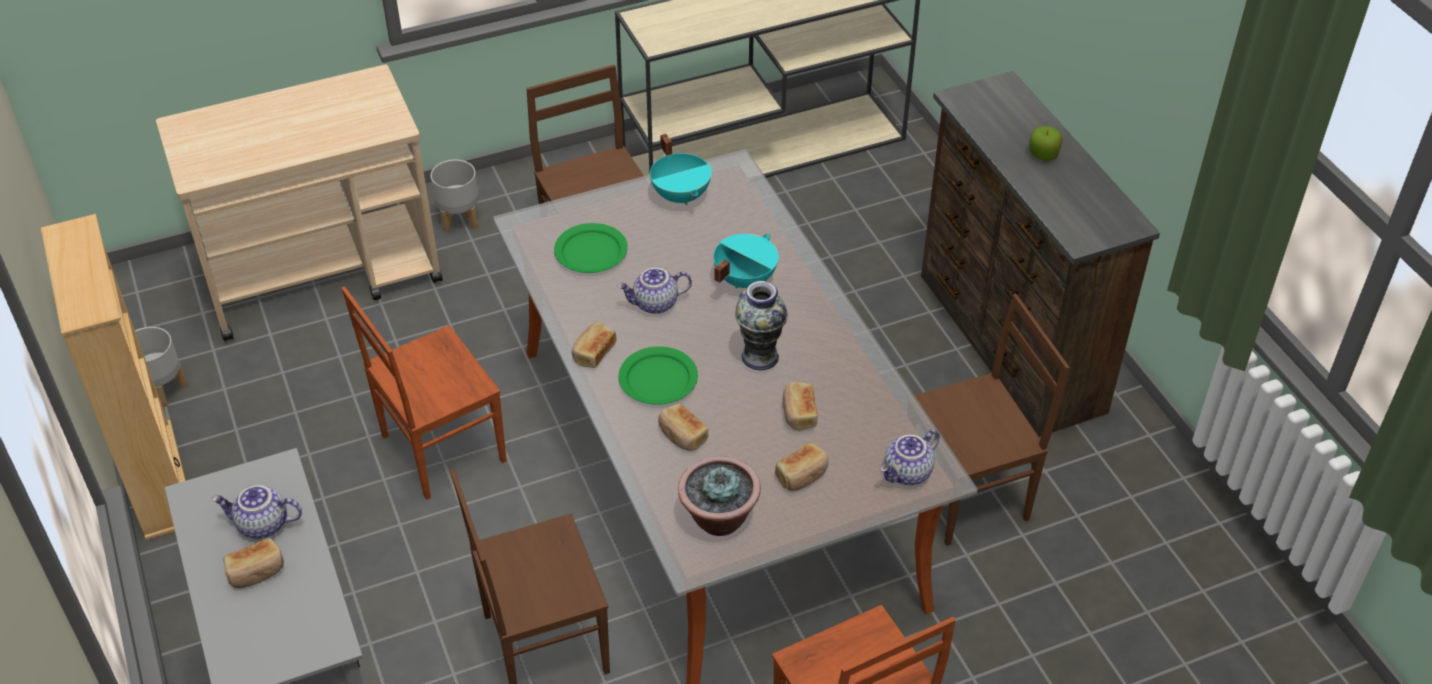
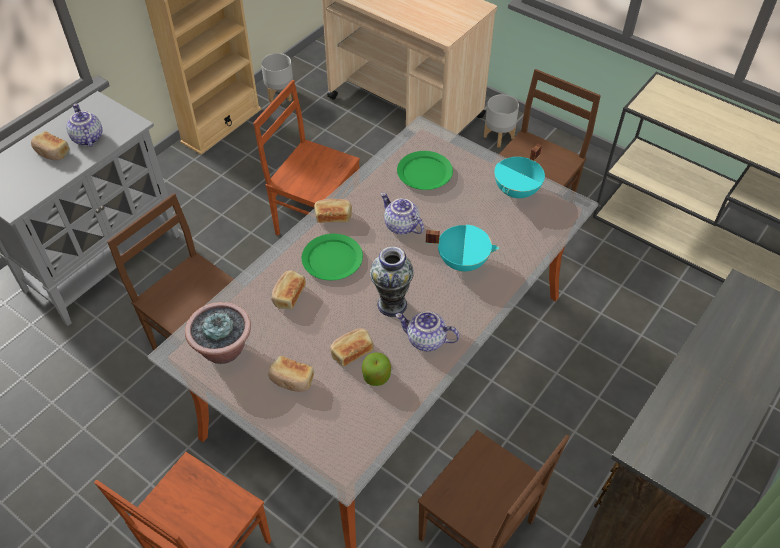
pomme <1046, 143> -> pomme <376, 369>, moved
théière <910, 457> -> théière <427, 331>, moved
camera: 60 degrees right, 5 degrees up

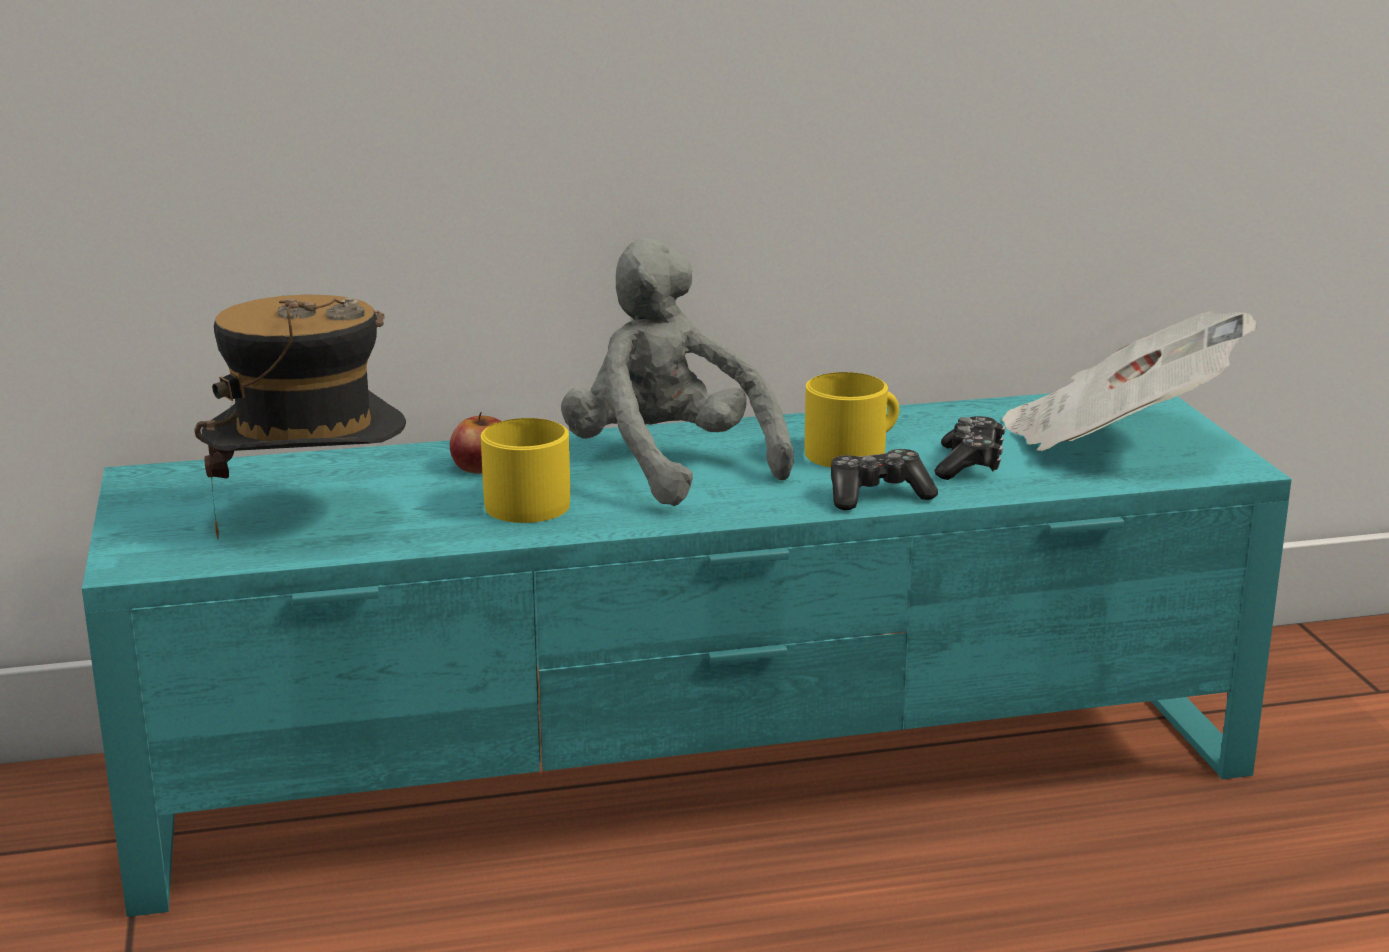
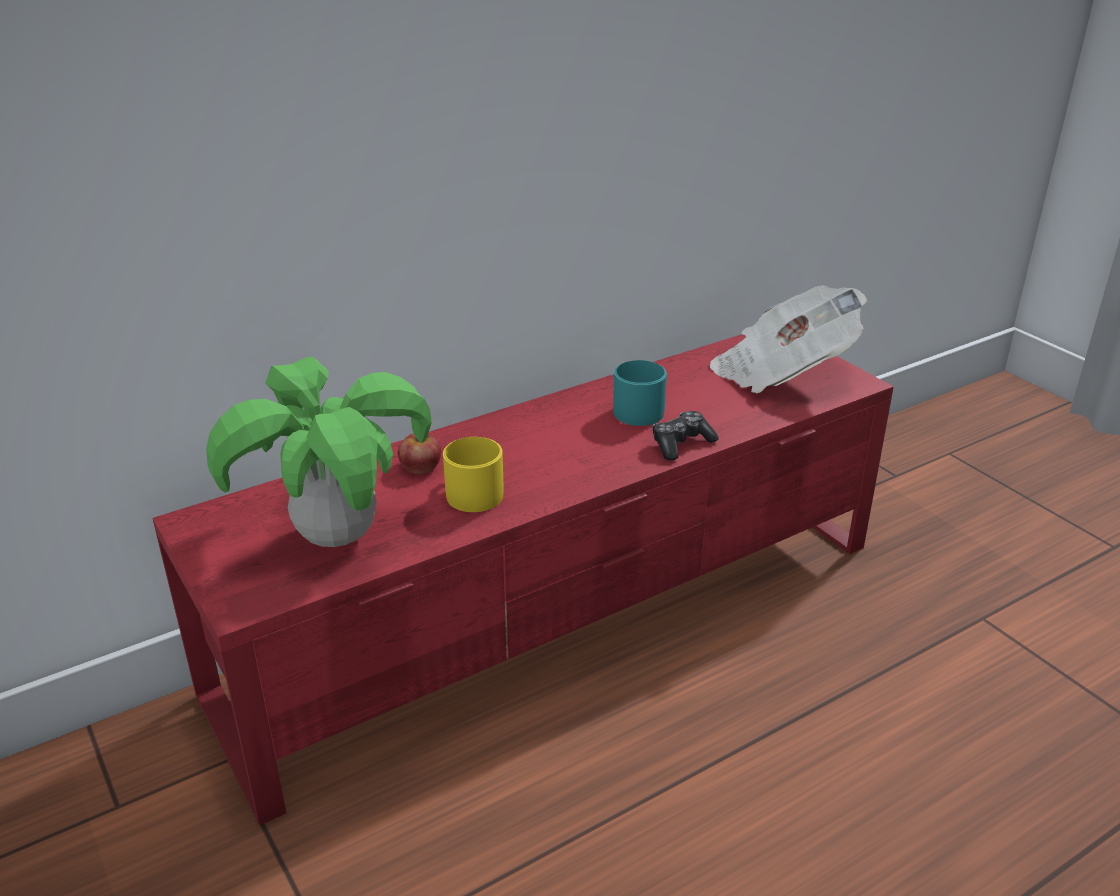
peluche [gris] <677, 372> -> none
chapeau <300, 416> -> plante en pot <319, 452>
mug [jaune] <852, 420> -> mug [turquoise] <640, 393>
meuble télé [turquoise] <687, 655> -> meuble télé [rouge] <523, 579>
manette <970, 448> -> none
camera: 20 degrees left, 10 degrees up

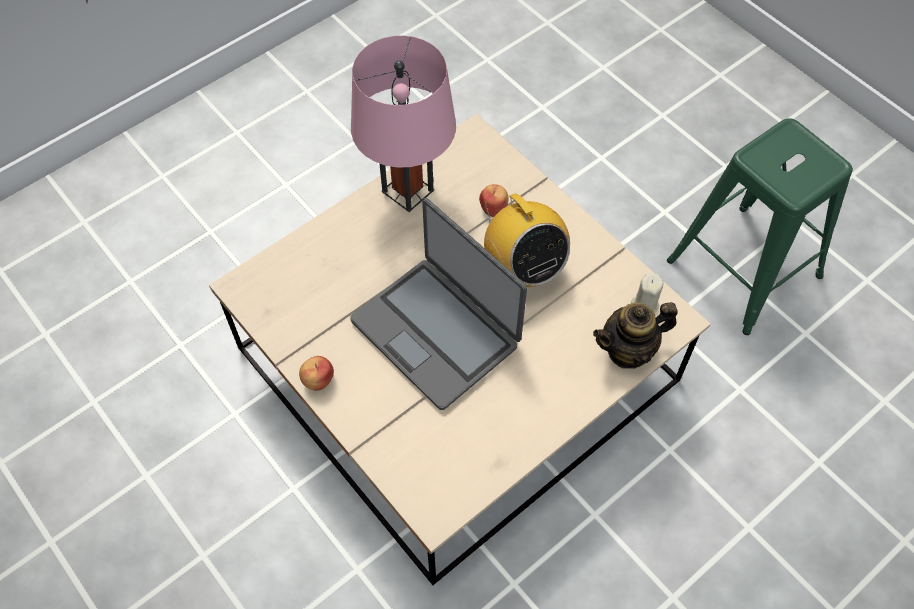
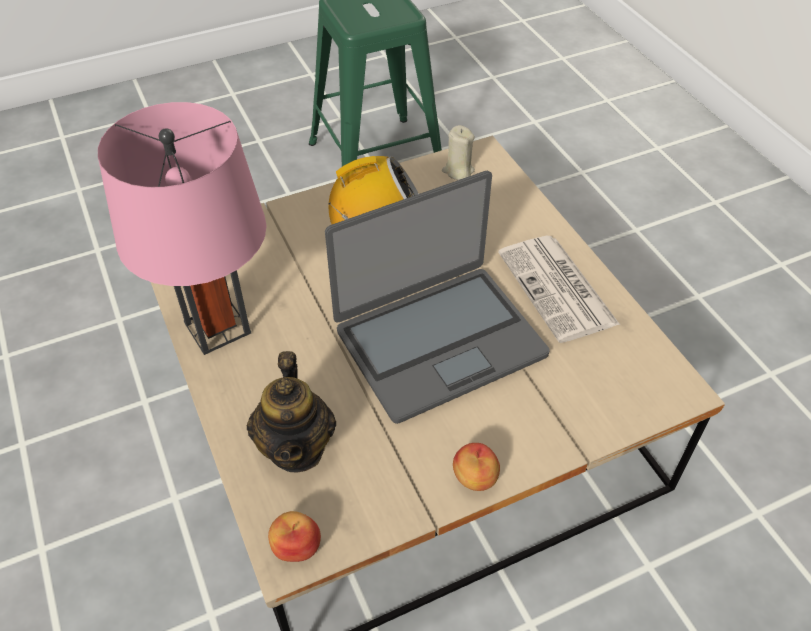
pomme <493, 200> -> pomme <294, 536>, moved
théière <635, 335> -> théière <291, 412>, moved
none -> journal <559, 289>
camera: 75 degrees left, 10 degrees down

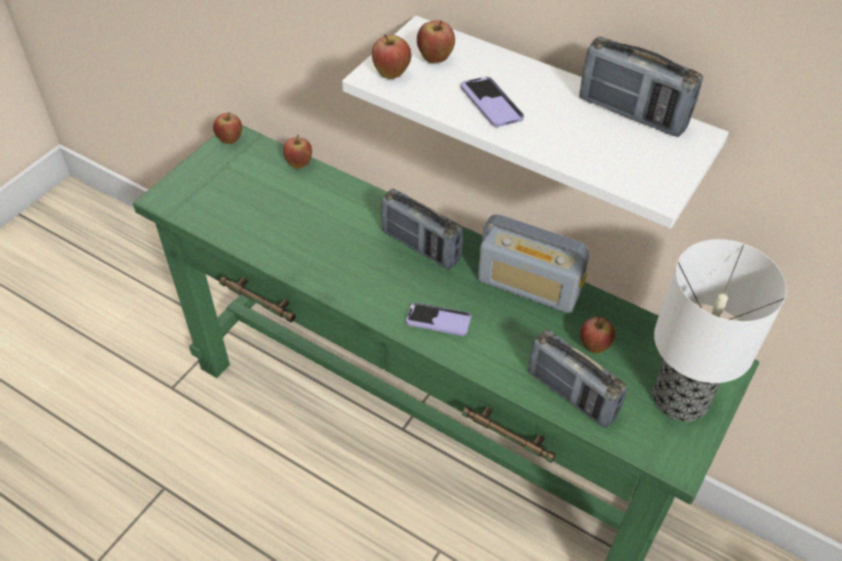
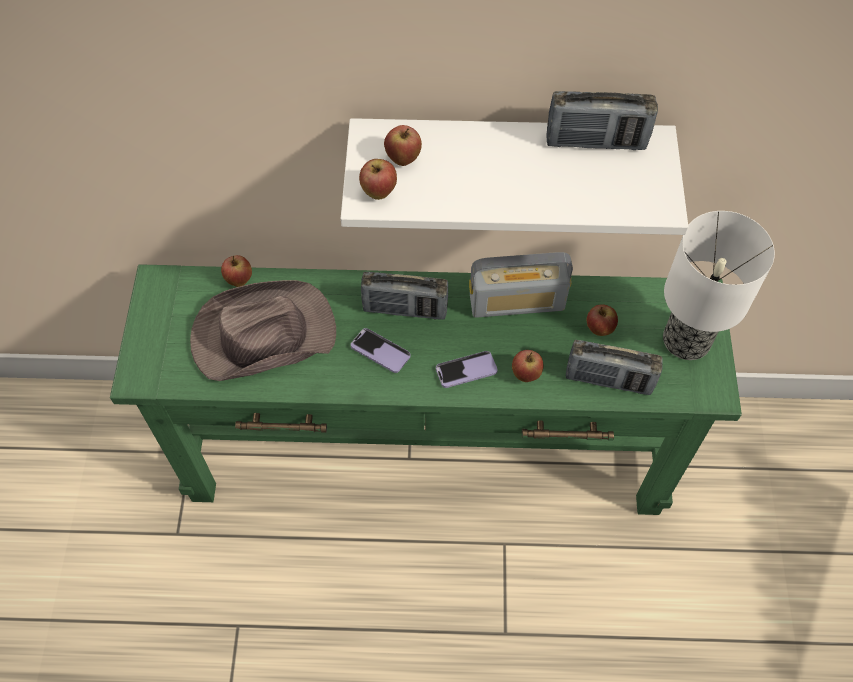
téléphone <492, 101> -> téléphone <381, 350>, moved
pomme <227, 128> -> pomme <527, 366>, moved
none -> chapeau [marron] <263, 330>
camera: 30 degrees left, 10 degrees up

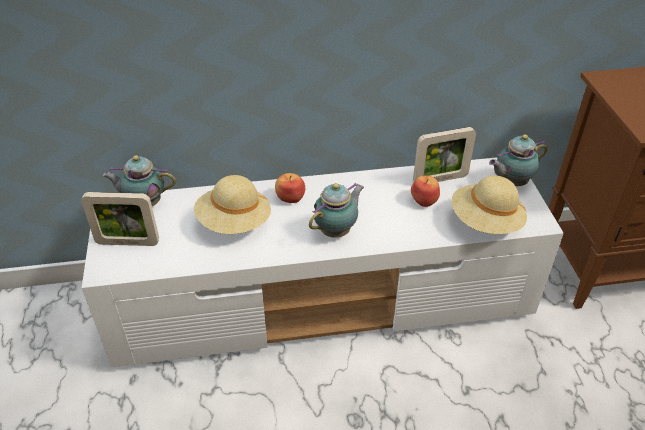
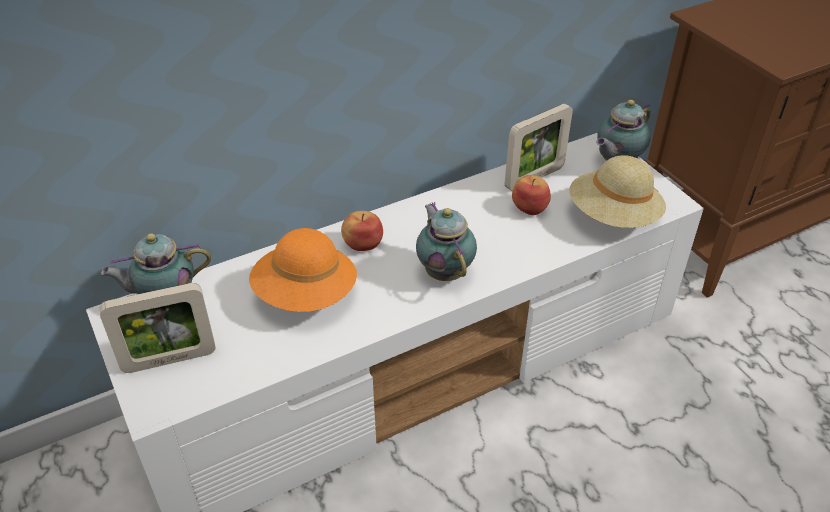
chapeau [beige] <232, 204> -> chapeau [orange] <303, 270>
théière <336, 210> -> théière <446, 241>, 45 degrees counterclockwise
camera: 20 degrees left, 0 degrees up

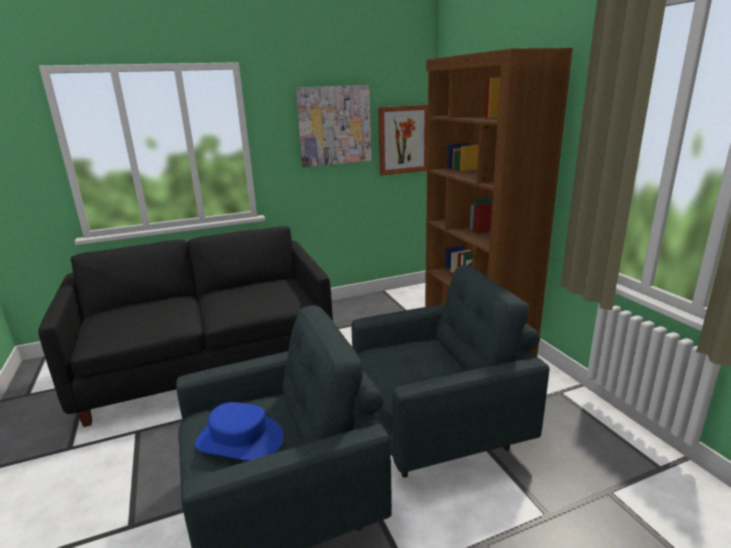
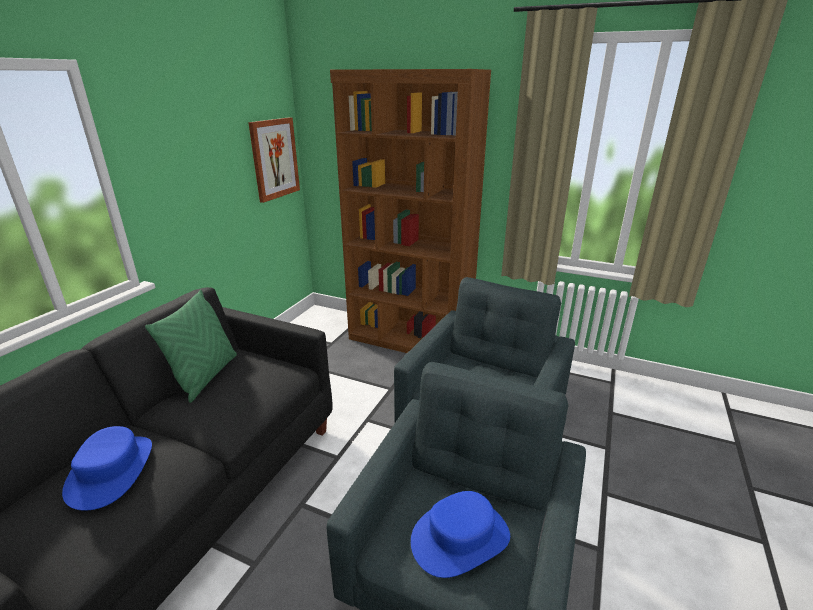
tableau <333, 126> -> none
none -> coussin [vert] <191, 346>
none -> chapeau [bleu] <107, 468>
camera: 45 degrees left, 5 degrees up

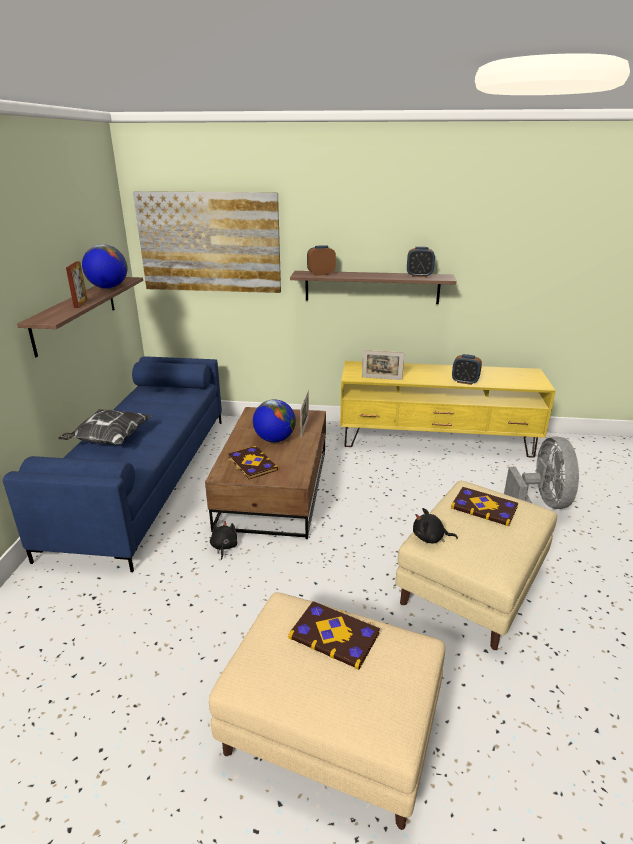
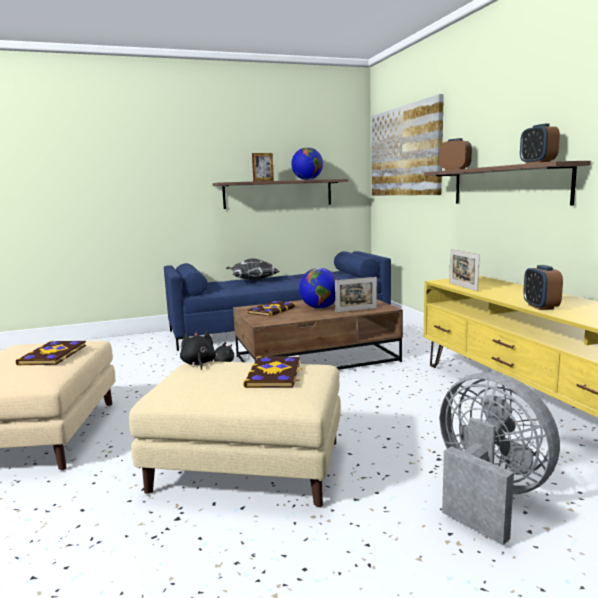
ventilateur [gris] <541, 472> -> ventilateur [gris] <499, 459>, 105 degrees counterclockwise
camera: 65 degrees right, 15 degrees down

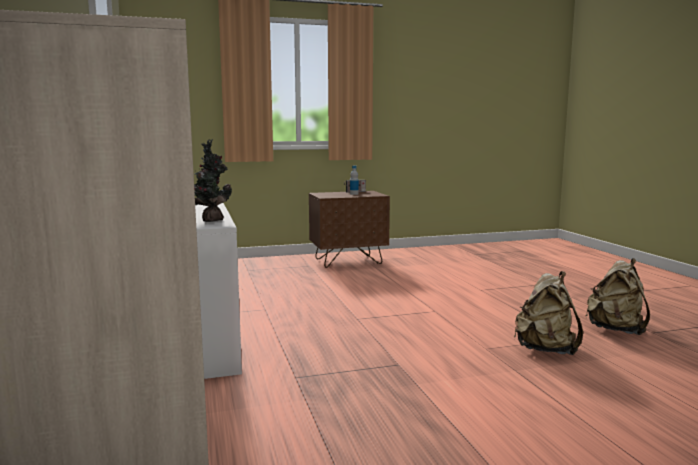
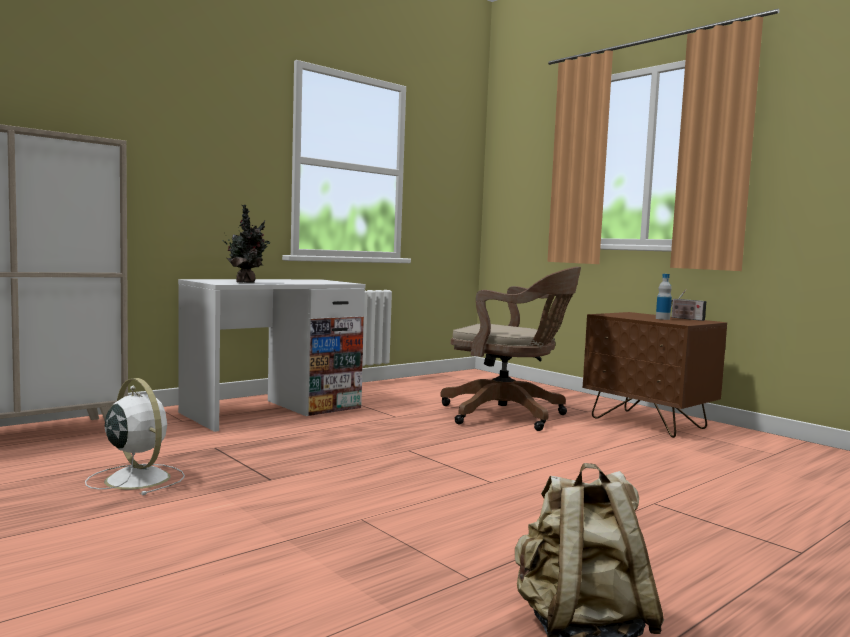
sac à dos [beige] <548, 313> -> none
none -> chaise de bureau [marron] <510, 349>
none -> ventilateur [blanc] <135, 436>
camera: 65 degrees right, 5 degrees down

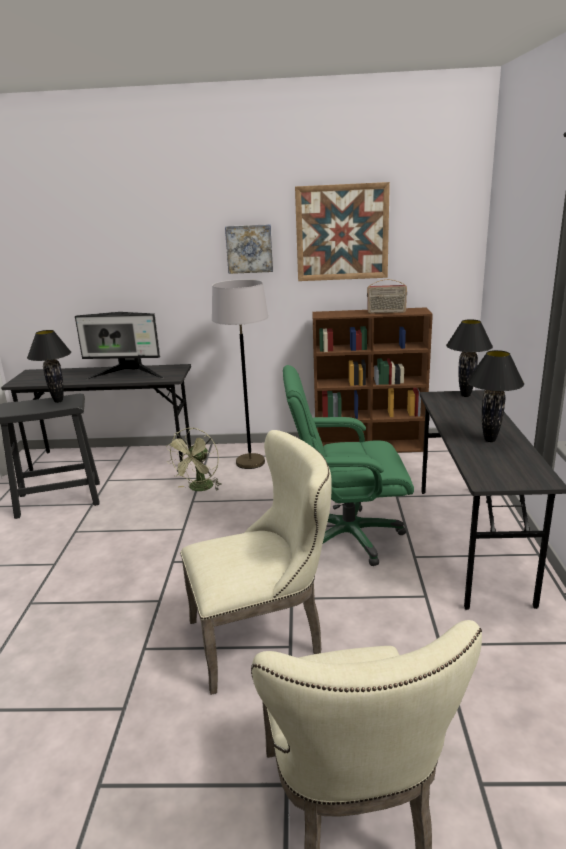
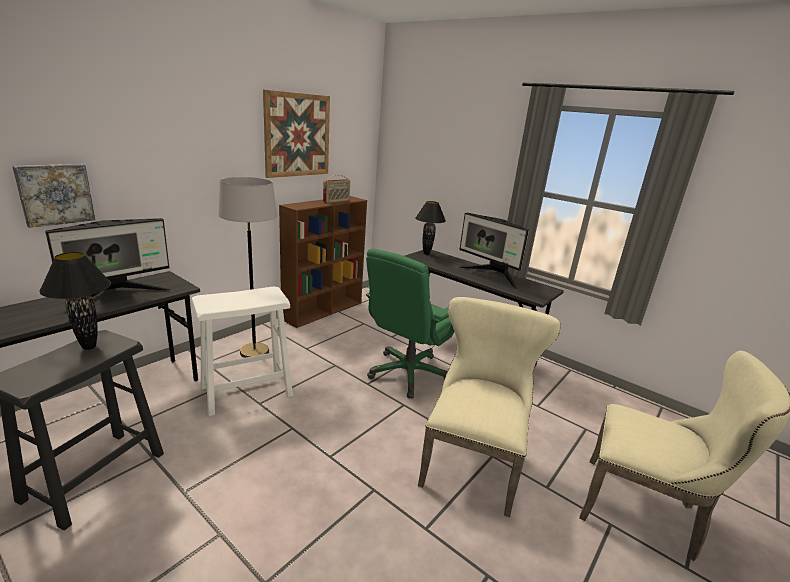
tableau <249, 249> -> tableau <53, 196>, moved
lampe de table [noir] <495, 396> -> écran d'ordinateur <493, 251>
ventilateur [vert] <193, 459> -> tabouret [blanc] <242, 351>
camera: 55 degrees left, 0 degrees up

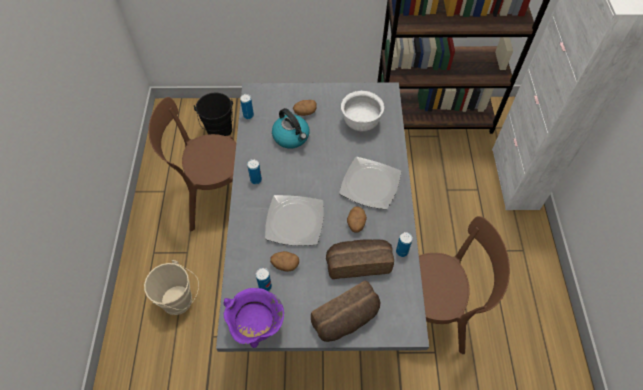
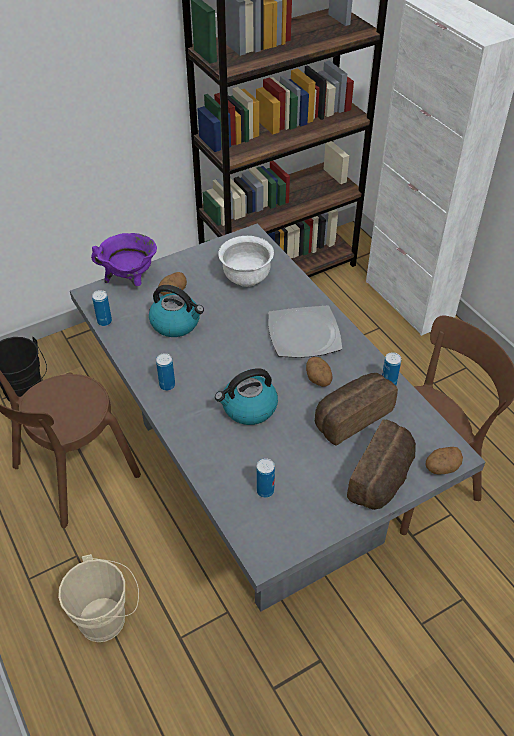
assiette <294, 220> -> bouilloire <246, 396>
pomme de terre <284, 261> -> pomme de terre <444, 461>, moved
marmite [violet] <253, 318> -> marmite [violet] <124, 259>, moved
camera: 30 degrees left, 10 degrees down

